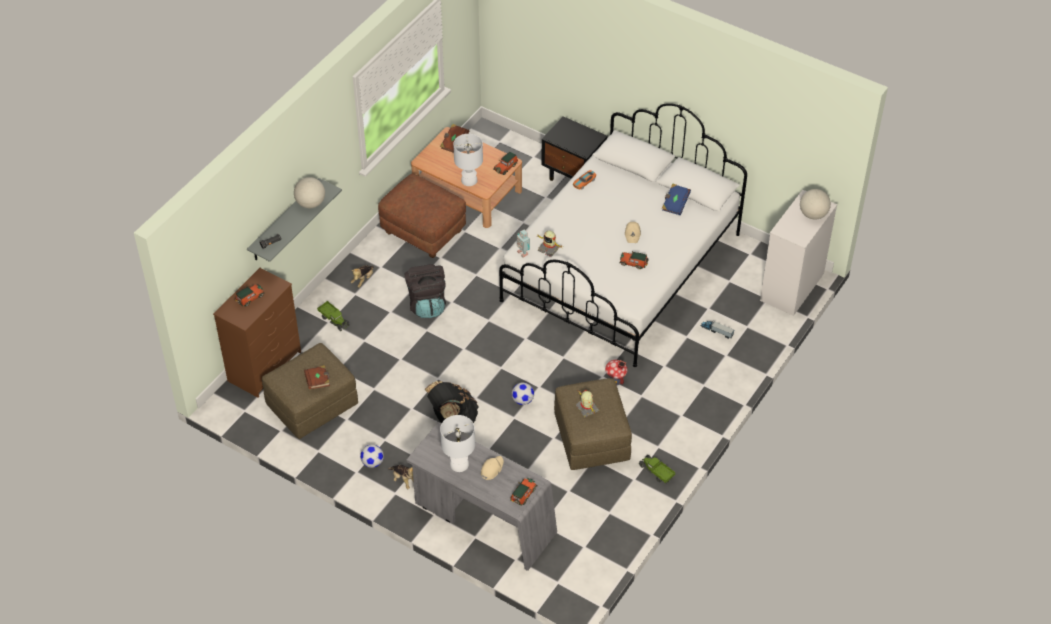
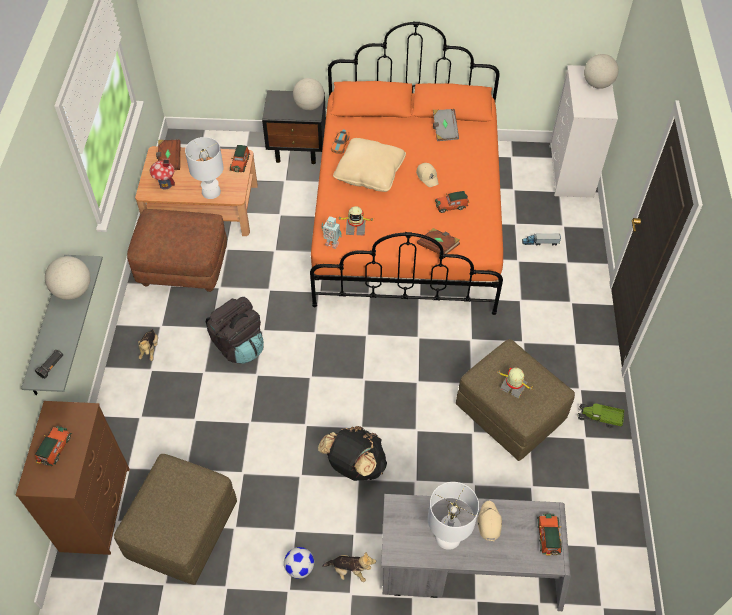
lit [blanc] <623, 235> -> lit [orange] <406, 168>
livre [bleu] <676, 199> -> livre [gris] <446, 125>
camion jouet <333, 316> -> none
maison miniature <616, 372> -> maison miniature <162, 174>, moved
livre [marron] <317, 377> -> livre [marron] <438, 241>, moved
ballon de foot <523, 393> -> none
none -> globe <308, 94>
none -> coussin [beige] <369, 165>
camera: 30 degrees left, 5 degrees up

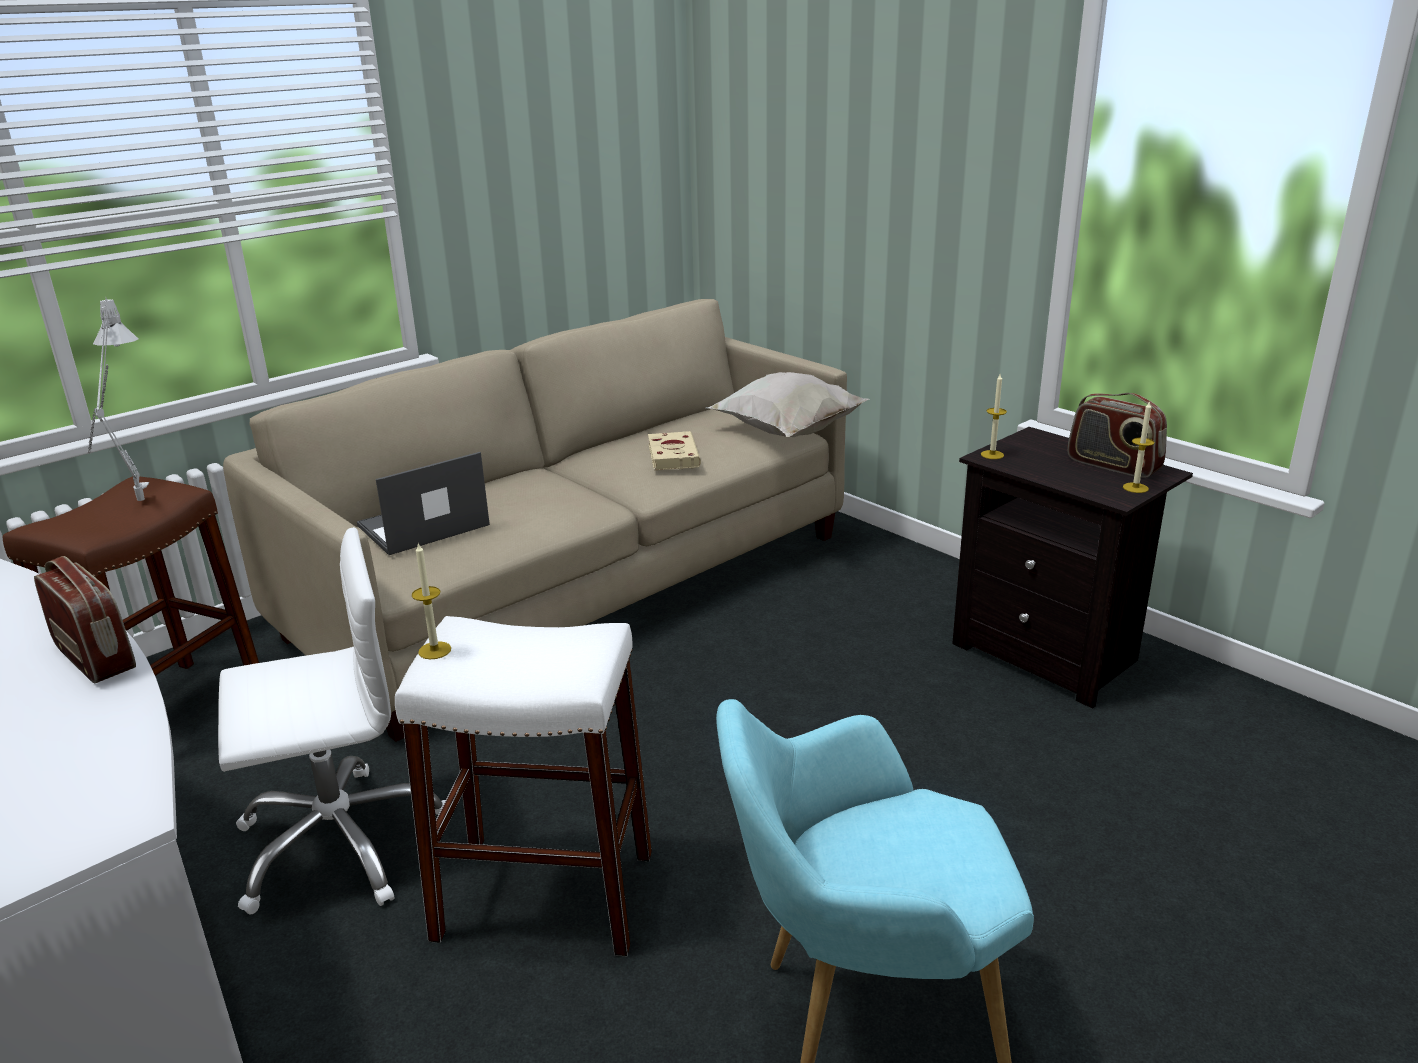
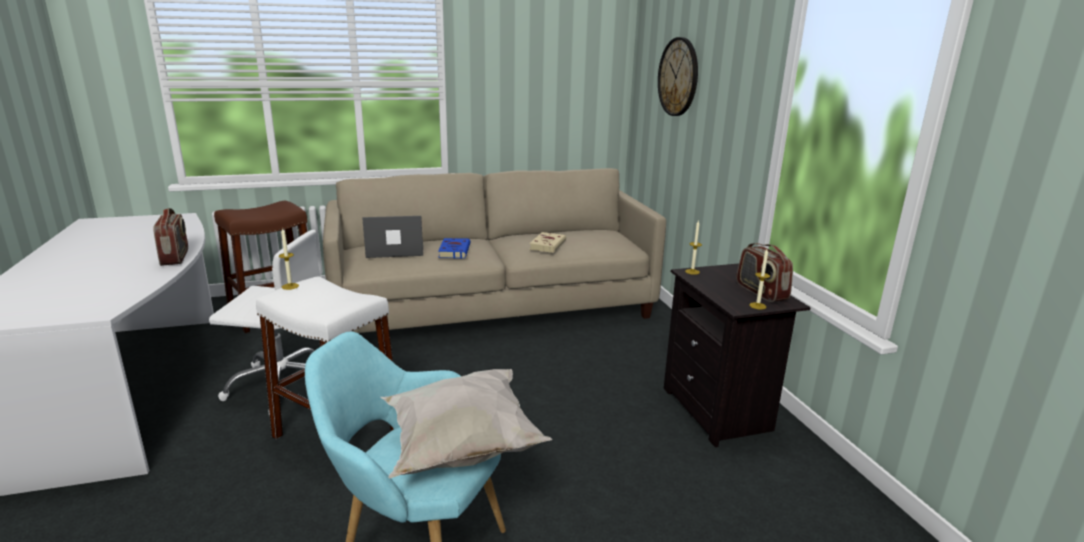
lampe de table [gris] <118, 398> -> none
coussin [blanc] <787, 404> -> coussin [blanc] <466, 423>, moved
none -> horloge murale <678, 76>
none -> livre [bleu] <454, 248>
camera: 25 degrees right, 5 degrees down

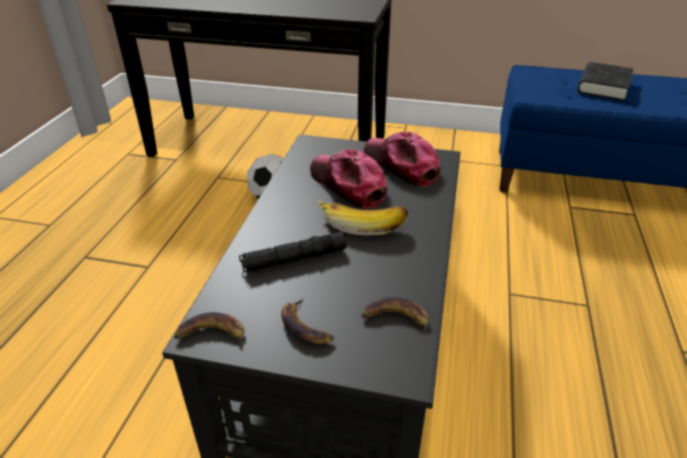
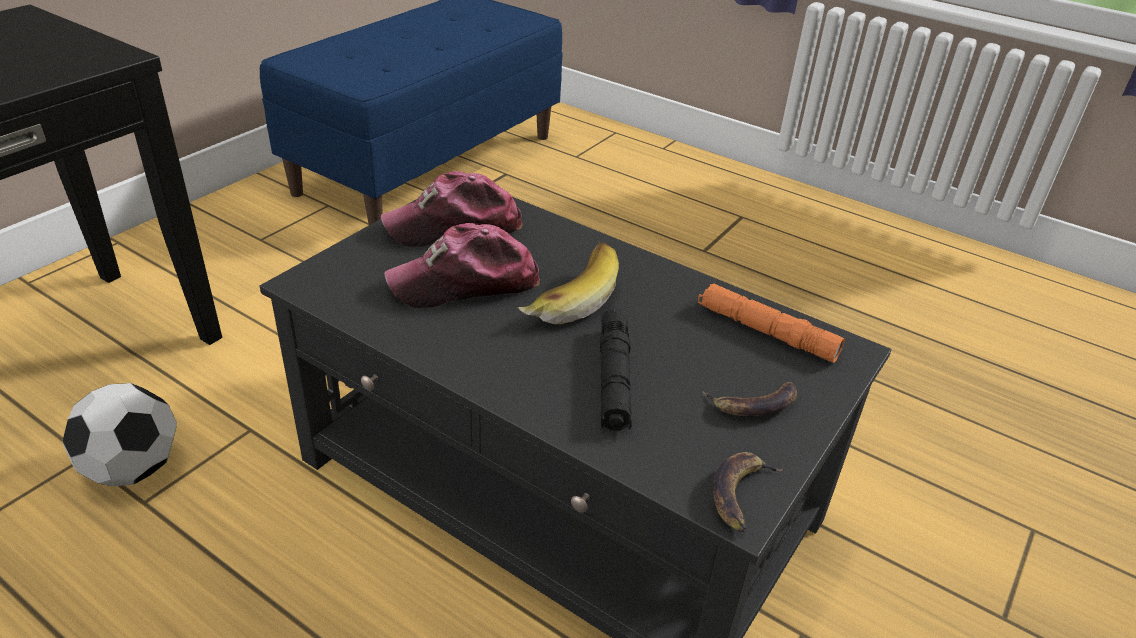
livre [noir] <605, 81> -> none
banane <395, 318> -> lampe de poche [orange] <771, 323>
camera: 70 degrees left, 0 degrees up

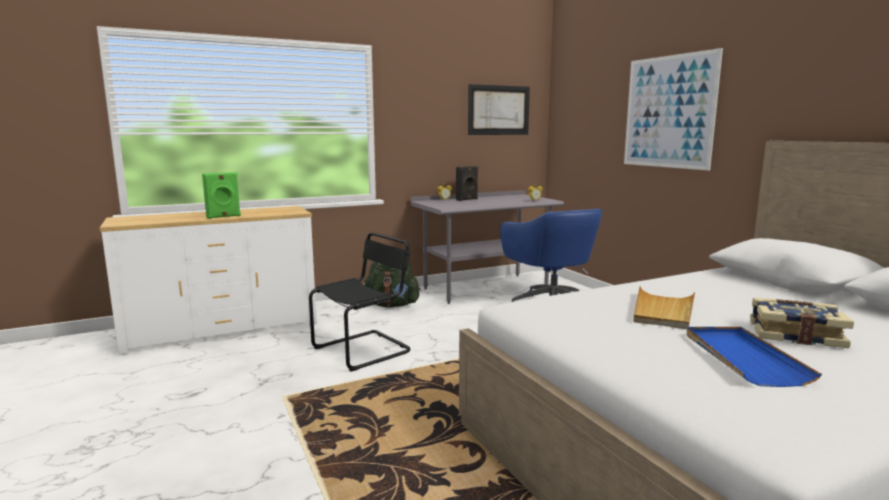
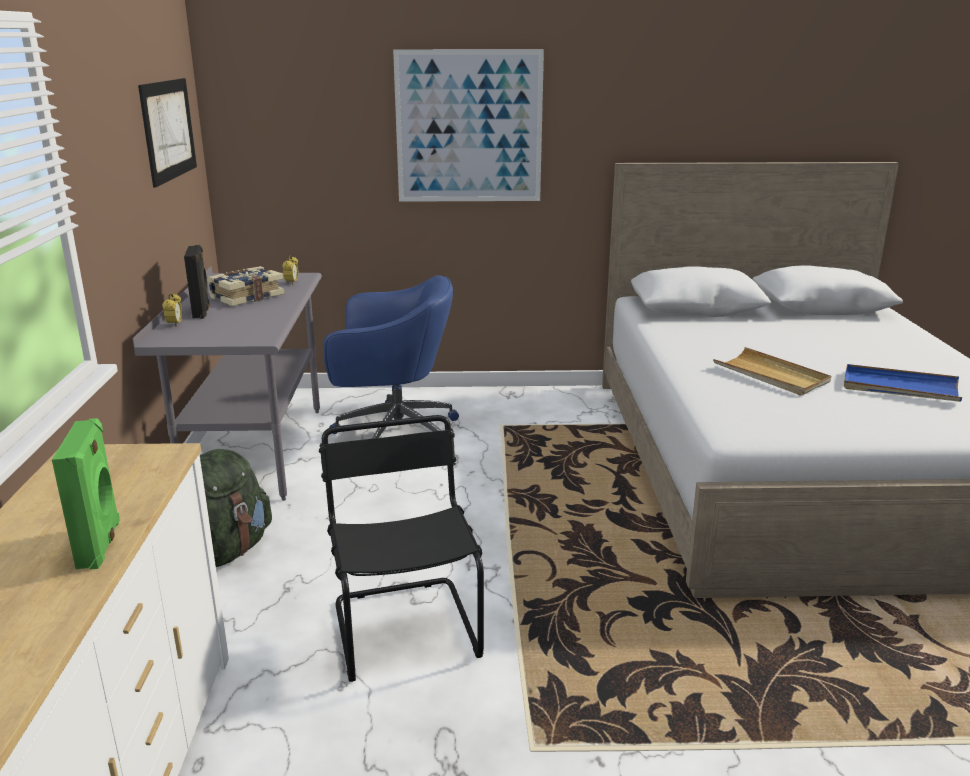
livre <802, 323> -> livre <246, 286>, moved
camera: 65 degrees left, 10 degrees up

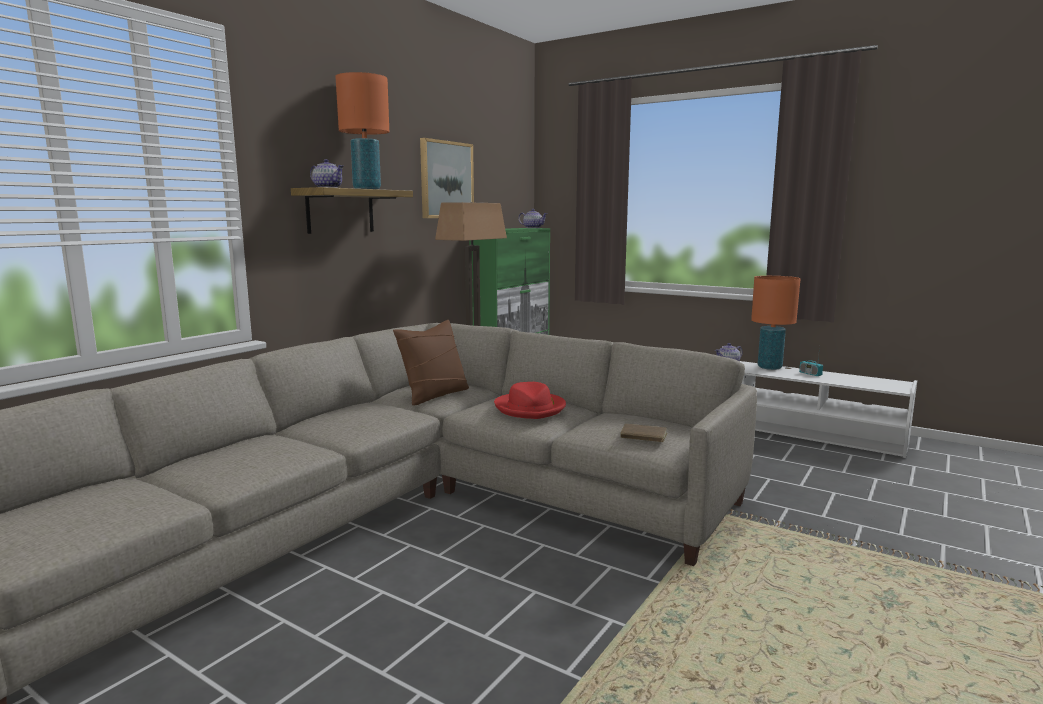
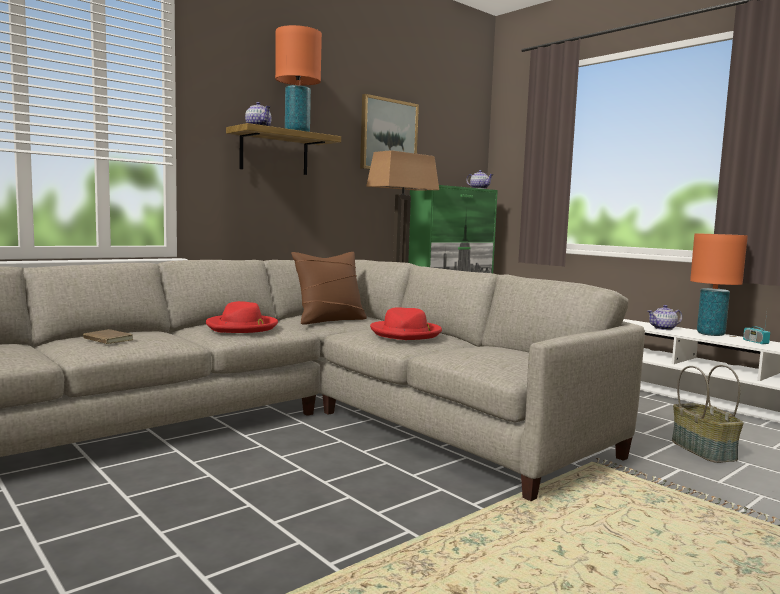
livre [marron] <643, 433> -> livre [marron] <108, 336>, moved
none -> chapeau [rouge] <242, 317>
none -> panier <707, 414>
camera: 15 degrees right, 5 degrees down

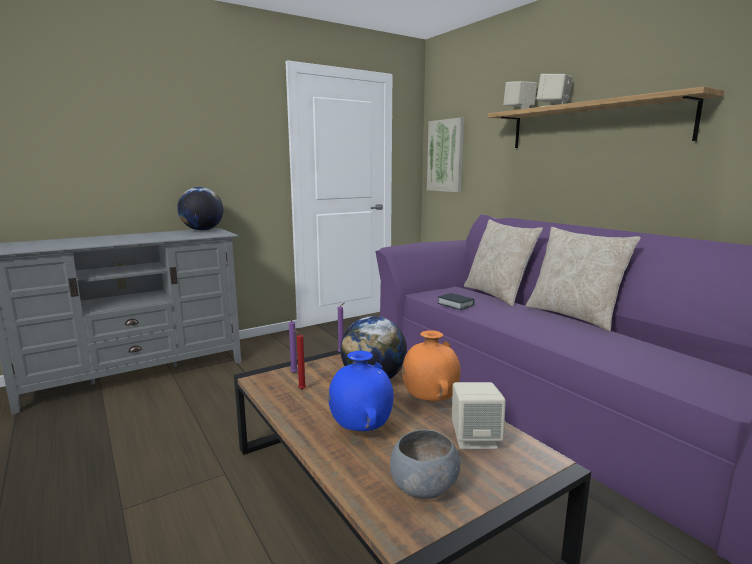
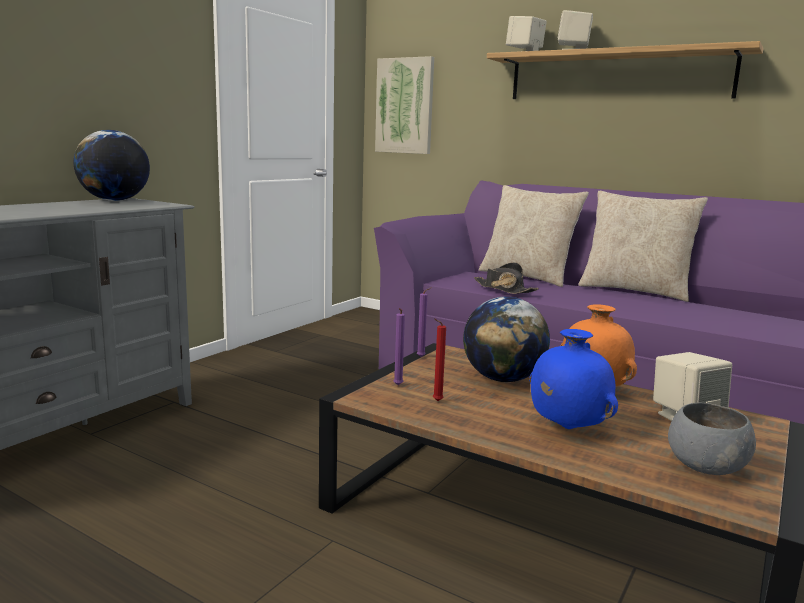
livre <456, 301> -> chapeau [noir] <506, 278>
camera: 25 degrees left, 0 degrees up

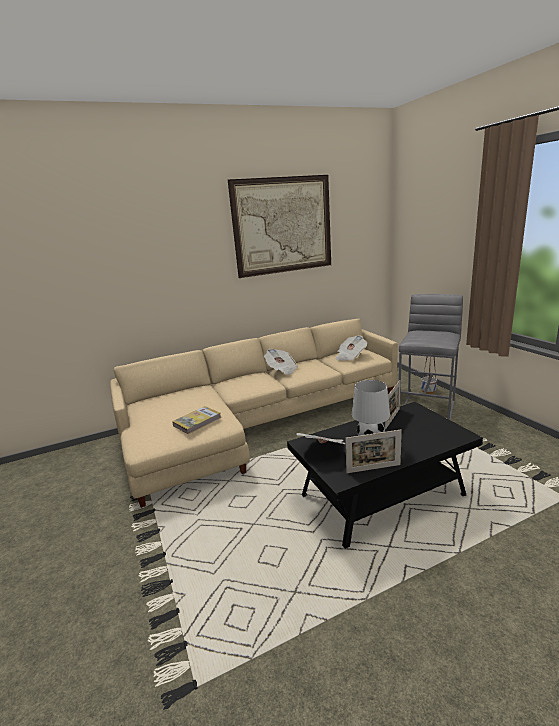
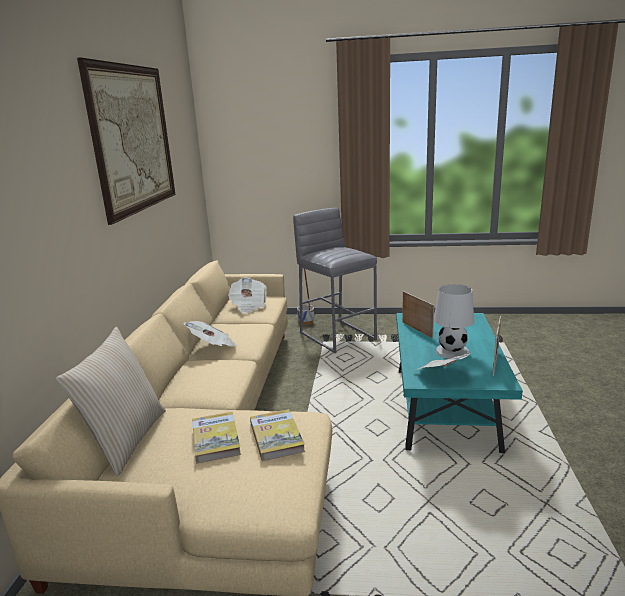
table basse [noir] <385, 475> -> table basse [turquoise] <459, 383>
none -> coussin [beige] <111, 401>
none -> livre <216, 437>
camera: 60 degrees left, 0 degrees up

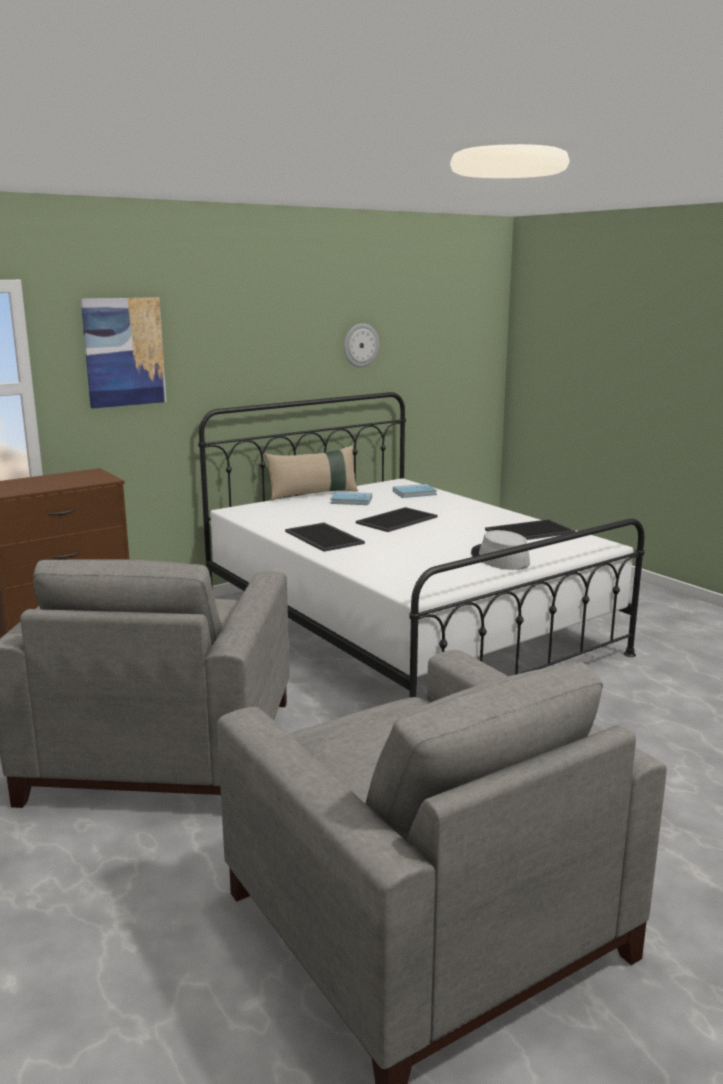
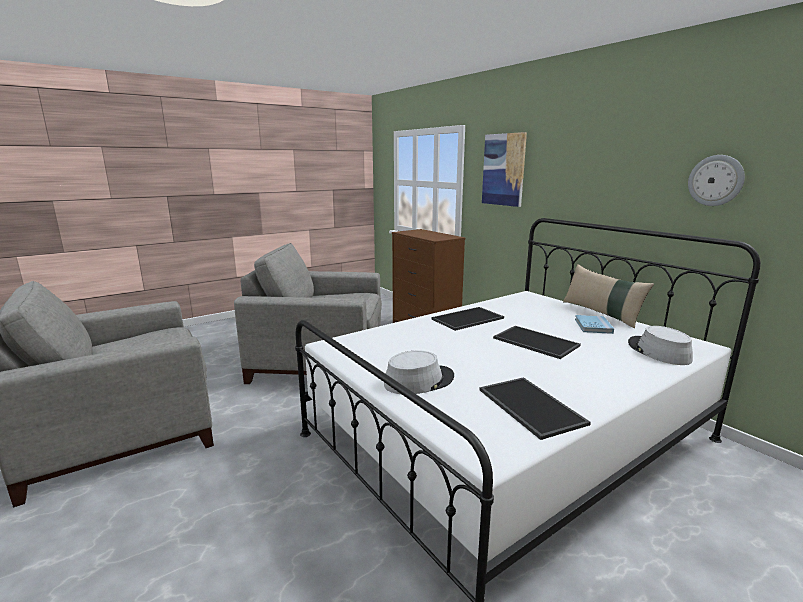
livre [bleu] <415, 491> -> chapeau [gris] <660, 345>
camera: 90 degrees right, 0 degrees up

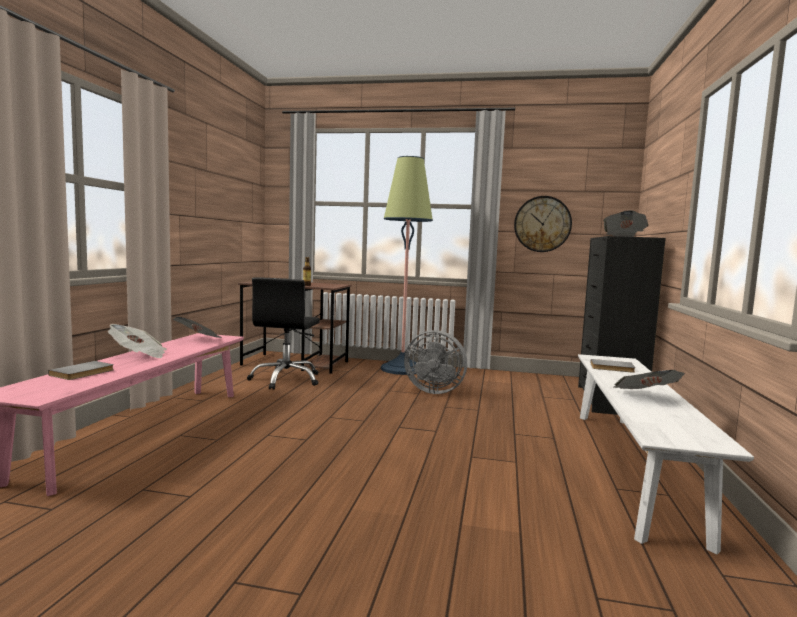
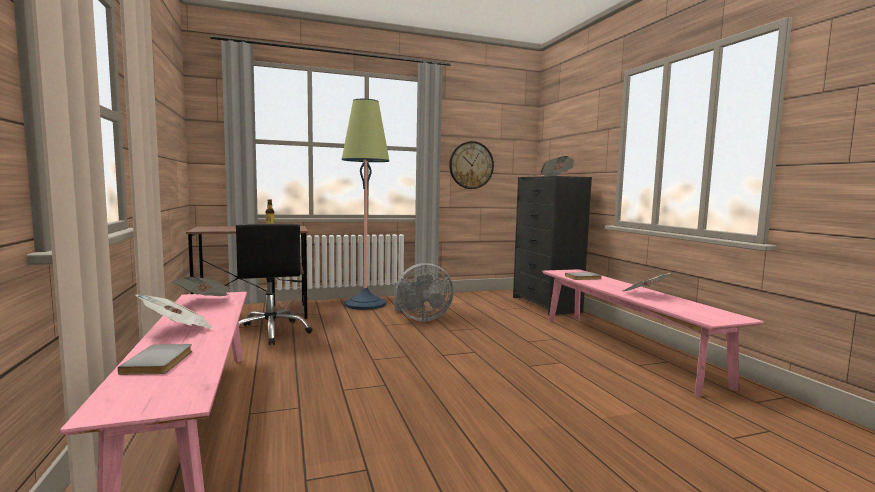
banc [blanc] <666, 454> -> banc [rose] <653, 333>
camera: 30 degrees left, 0 degrees up

